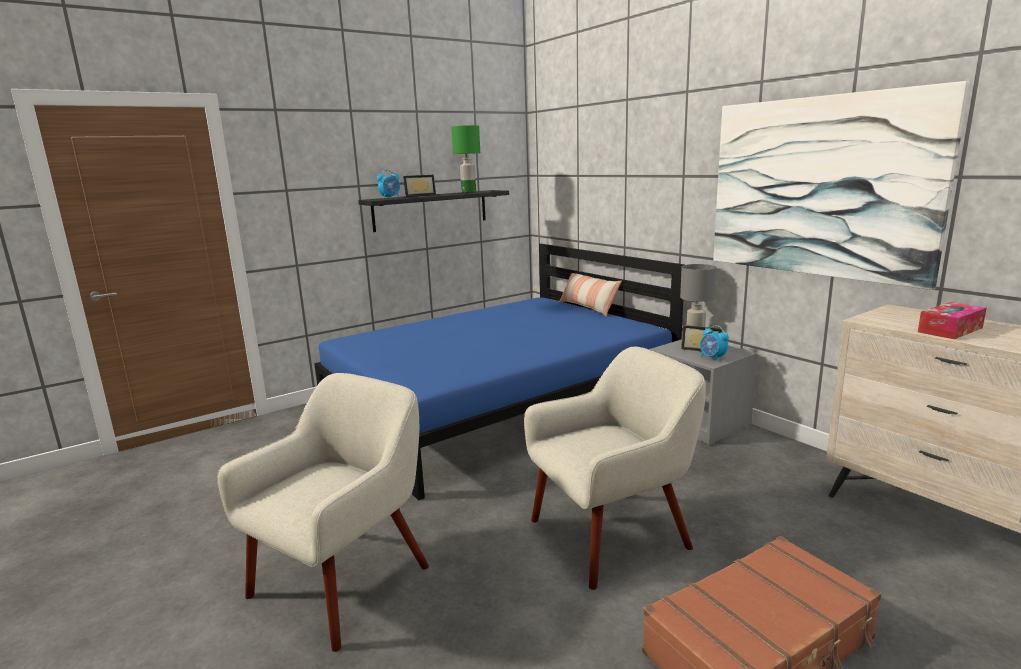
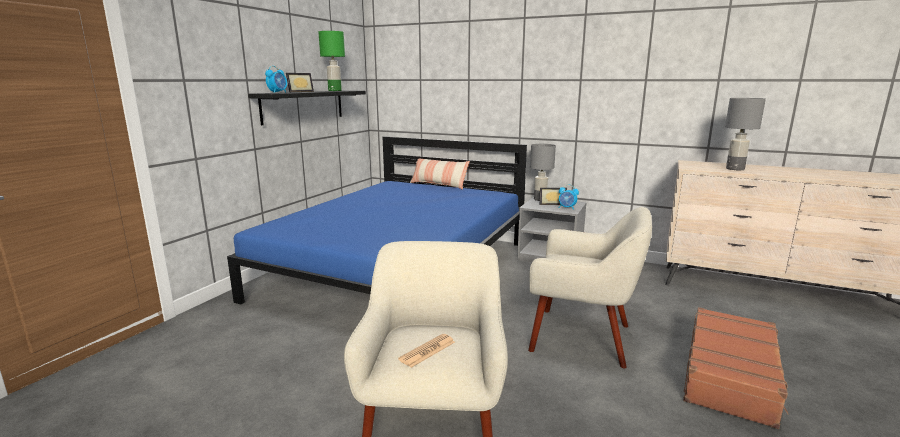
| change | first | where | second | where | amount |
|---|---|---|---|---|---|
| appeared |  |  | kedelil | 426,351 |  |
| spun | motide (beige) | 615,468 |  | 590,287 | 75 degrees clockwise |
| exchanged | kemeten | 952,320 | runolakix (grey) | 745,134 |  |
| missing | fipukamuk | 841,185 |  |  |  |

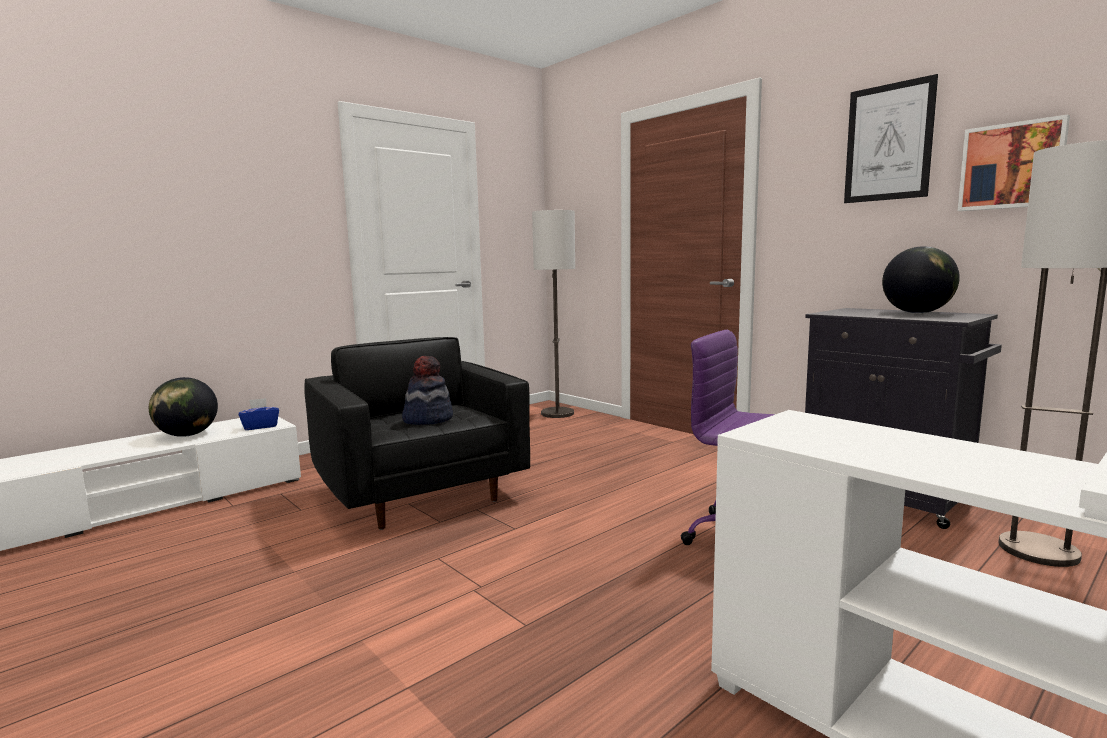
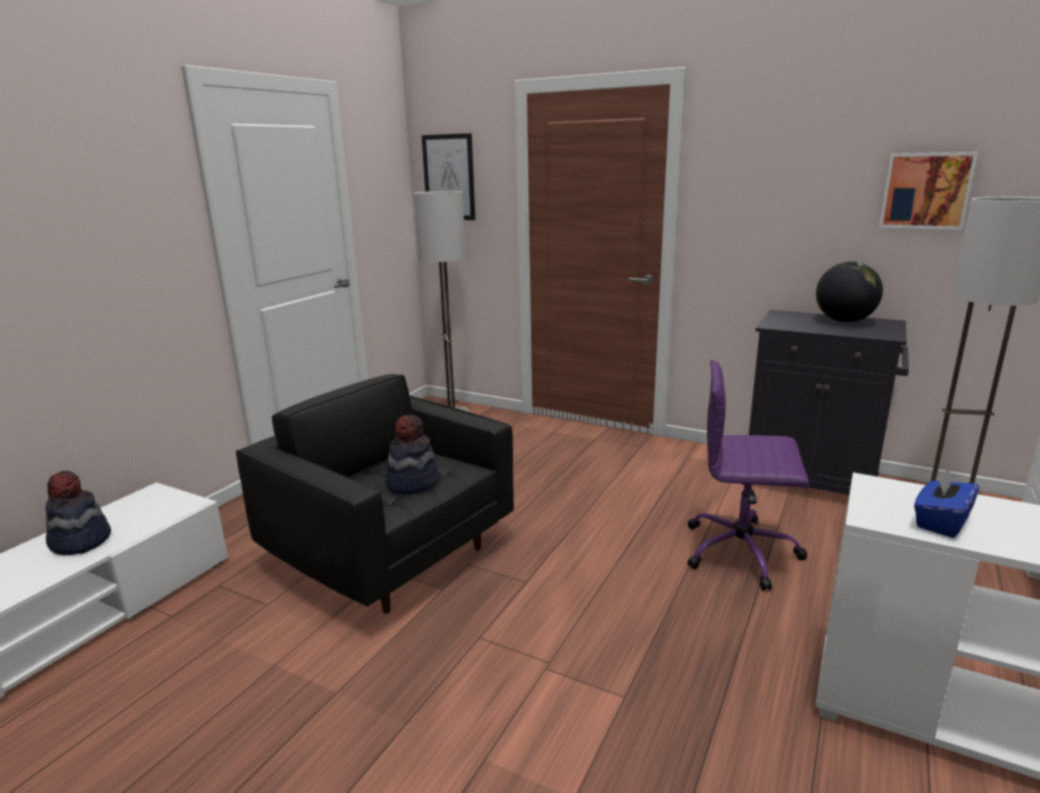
| change | first | where | second | where | amount |
|---|---|---|---|---|---|
| exchanged | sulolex | 183,407 | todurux | 78,513 |  |
| relocated | fipukamuk | 891,138 |  | 448,176 |  |
| relocated | kemeten (blue) | 259,414 |  | 946,503 |  |

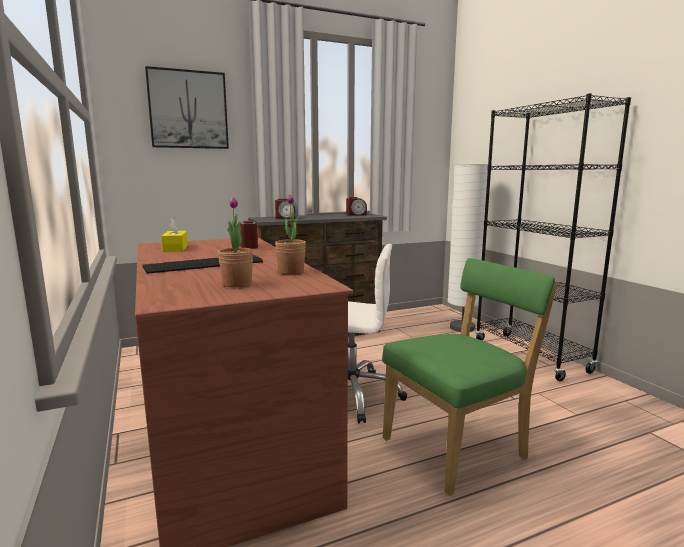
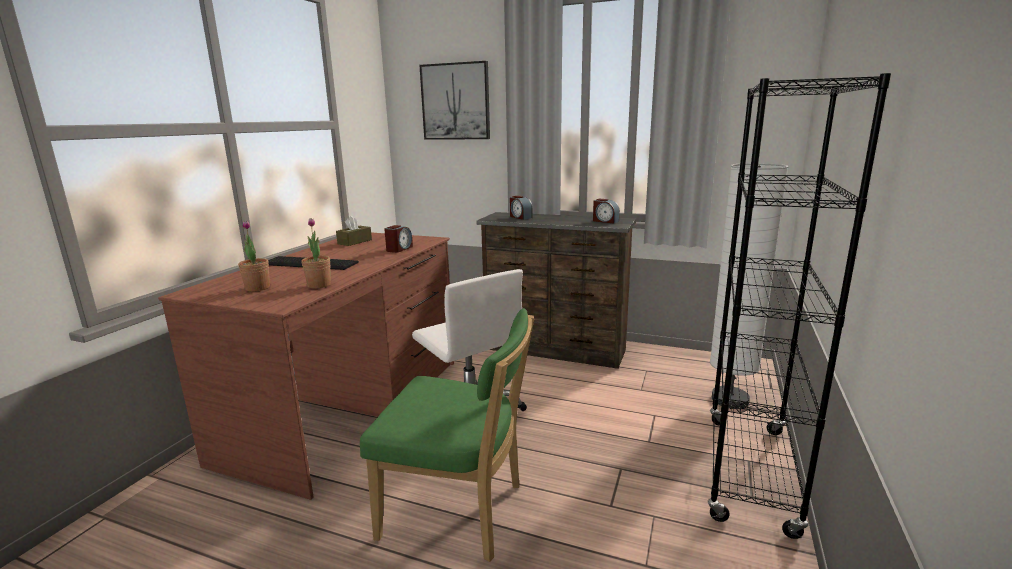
| change | first | where | second | where | amount |
|---|---|---|---|---|---|
| colour | kemeten (yellow) | 174,235 | kemeten (brown) | 354,231 |  |

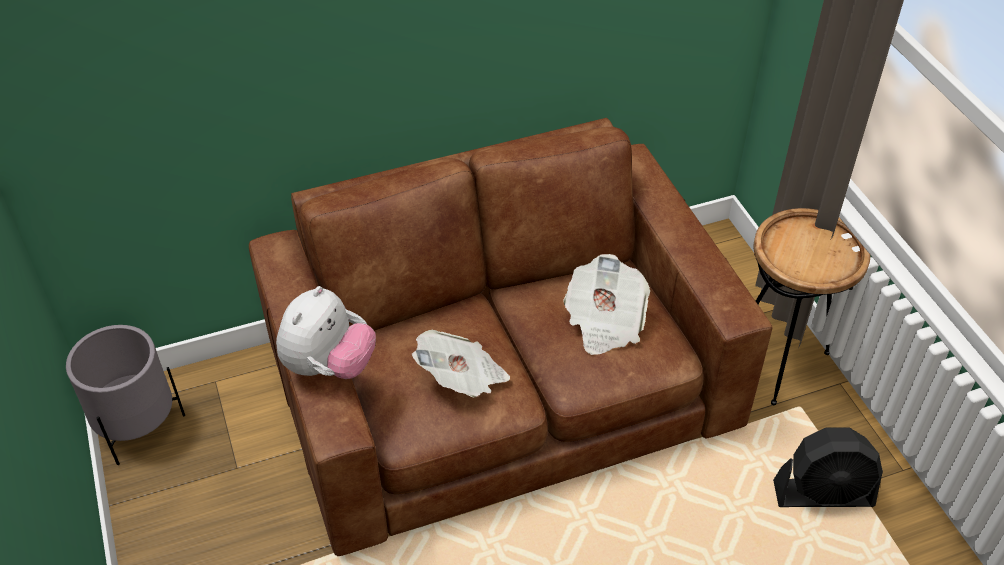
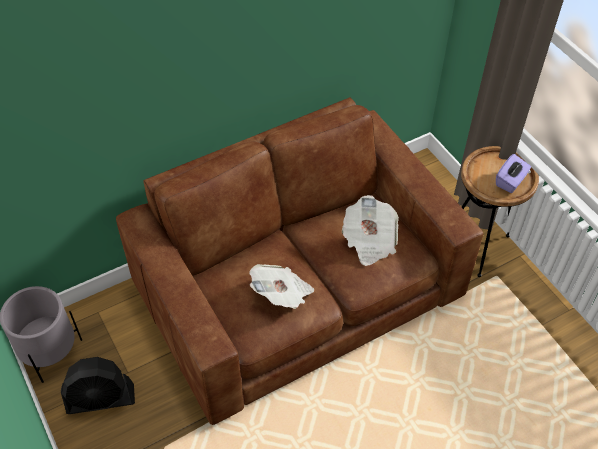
| change | first | where | second | where | amount |
|---|---|---|---|---|---|
| relocated | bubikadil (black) | 828,467 |  | 98,385 |  |
| appeared |  |  | kemeten (purple) | 513,173 |  |
| missing | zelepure | 326,332 |  |  |  |

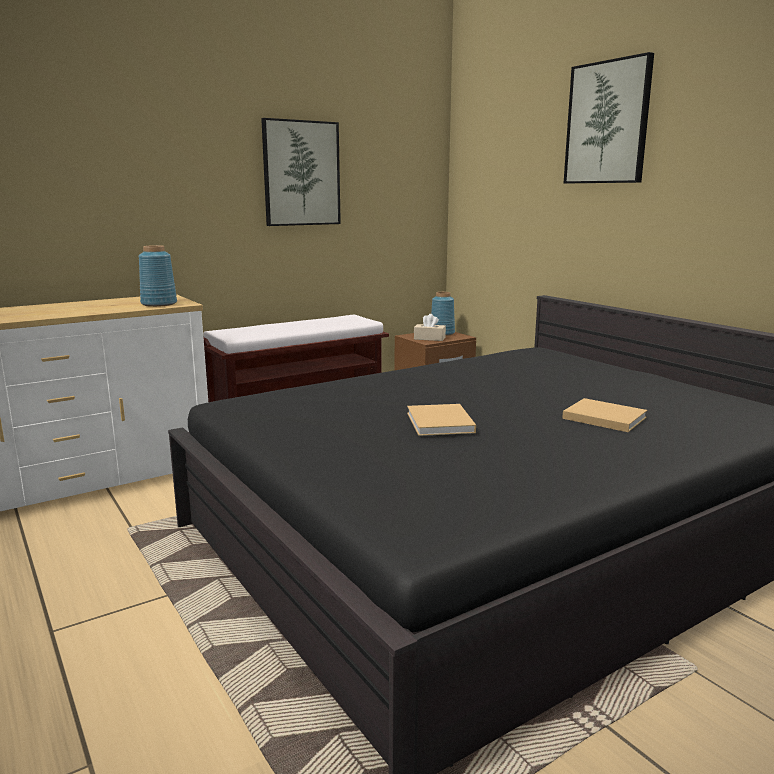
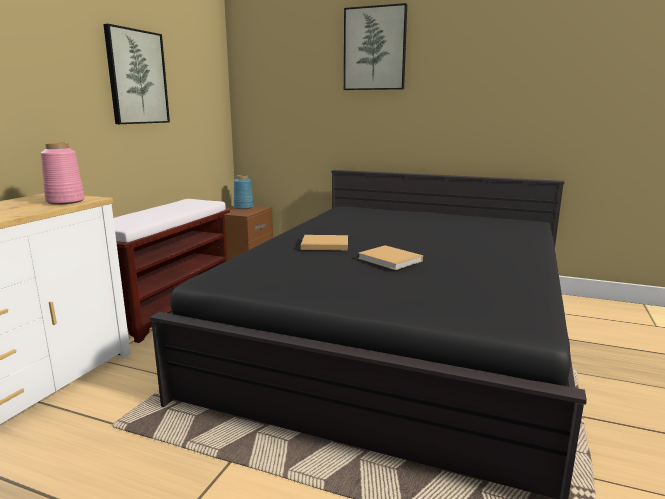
| change | first | where | second | where | amount |
|---|---|---|---|---|---|
| colour | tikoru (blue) | 158,276 | tikoru (pink) | 63,173 |  |
| relocated | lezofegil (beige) | 604,415 |  | 324,243 |  |
| missing | kemeten (beige) | 430,327 |  |  |  |

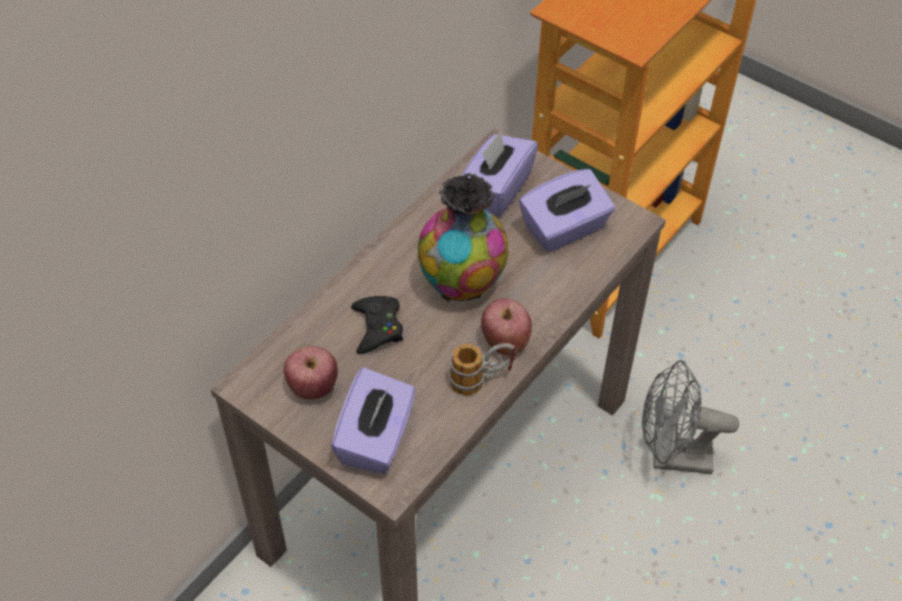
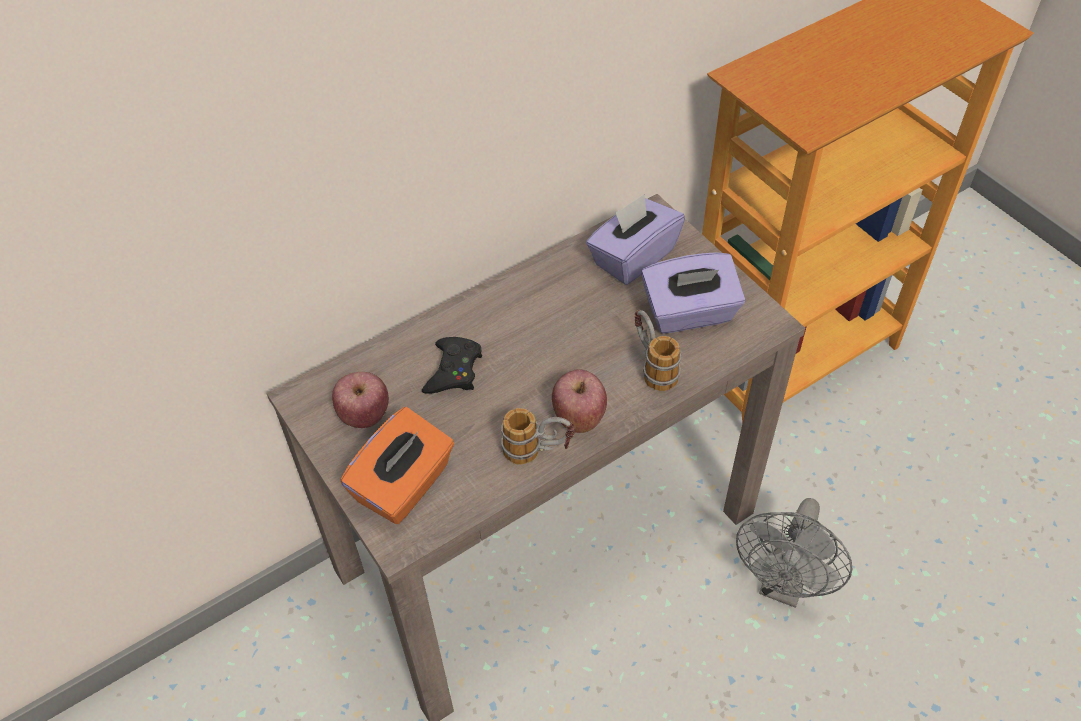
| change | first | where | second | where | amount |
|---|---|---|---|---|---|
| colour | kemeten (purple) | 373,420 | kemeten (orange) | 397,465 |  |
| appeared |  |  | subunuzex | 658,350 |  |
| spun | bubikadil (grey) | 690,417 |  | 794,553 | 90 degrees counterclockwise |
| missing | tikoru | 463,239 |  |  |  |

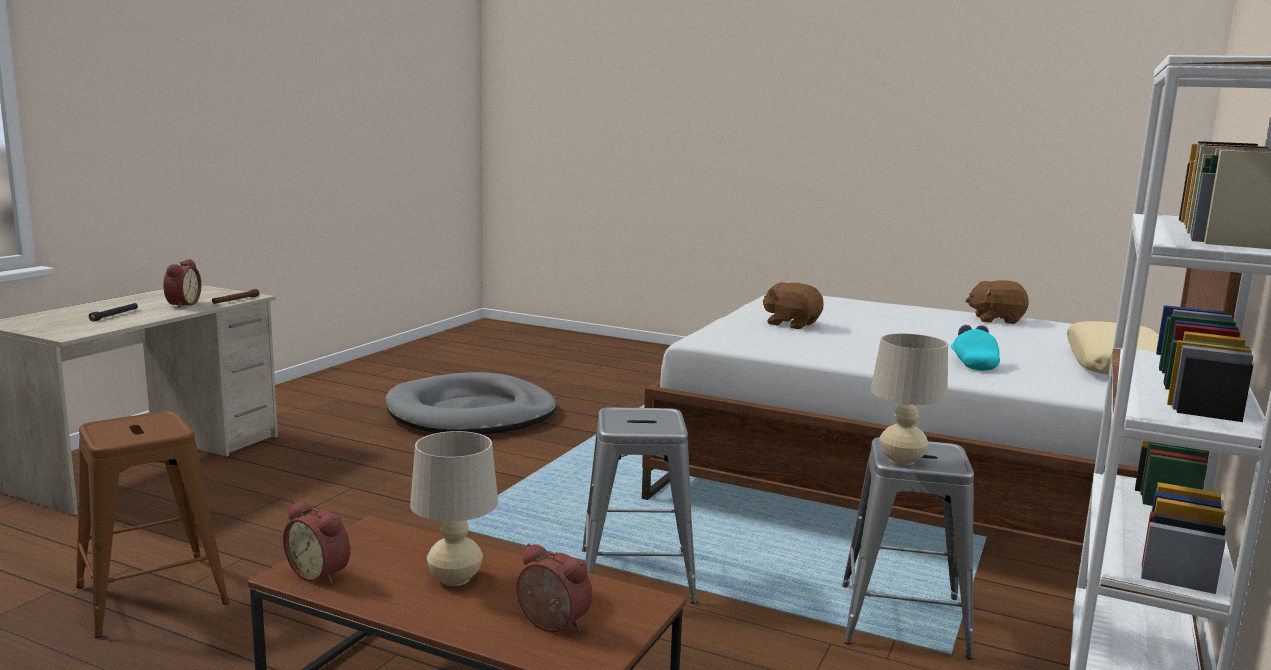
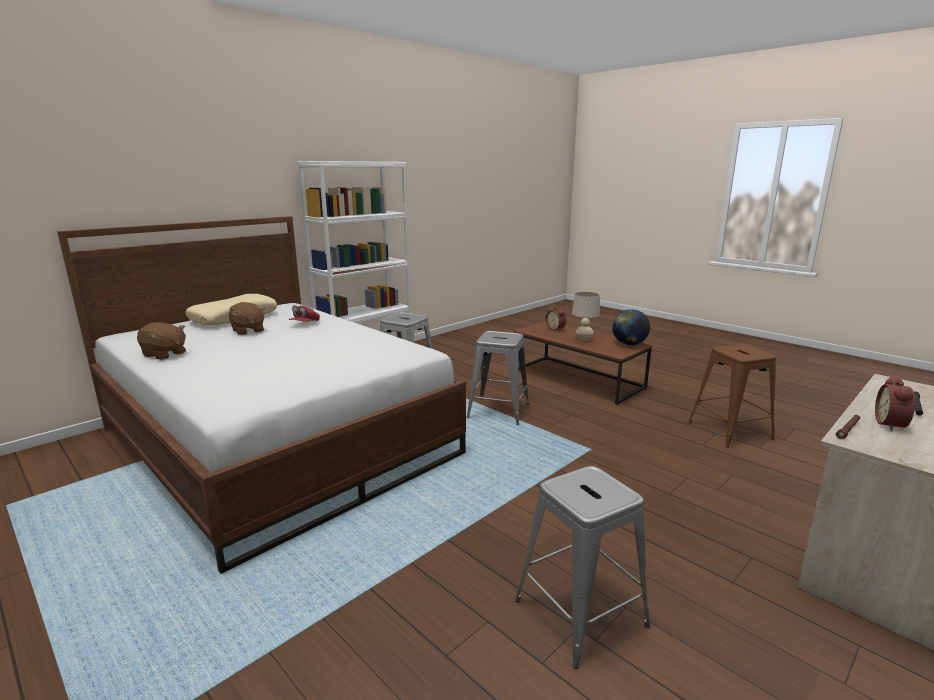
| change | first | where | second | where | amount |
|---|---|---|---|---|---|
| relocated | zelepure (brown) | 793,305 |  | 247,318 |  |
| colour | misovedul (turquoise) | 975,348 | misovedul (red) | 304,313 |  |
| exchanged | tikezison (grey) | 471,403 | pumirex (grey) | 582,567 |  |
| exchanged | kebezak | 316,542 | sulolex | 631,327 |  |
| missing | runolakix (beige) | 909,399 |  |  |  |

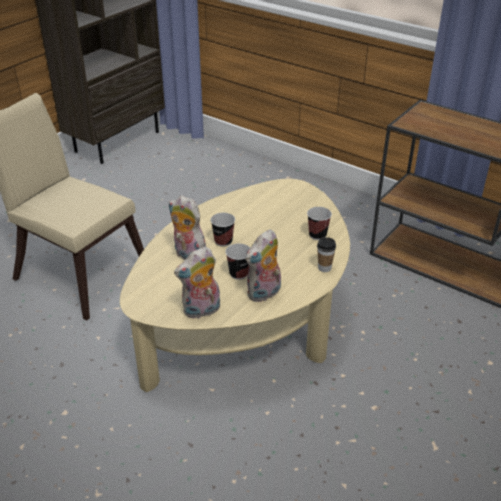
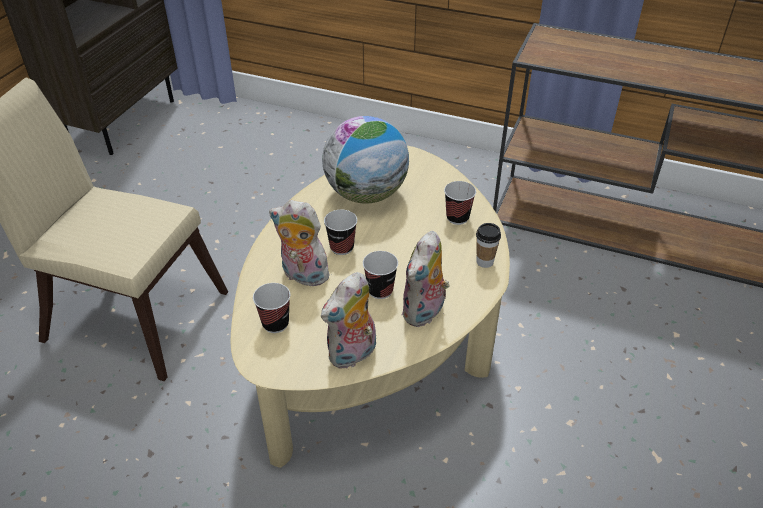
| change | first | where | second | where | amount |
|---|---|---|---|---|---|
| appeared |  |  | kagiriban | 271,308 |  |
| appeared |  |  | sulolex | 365,160 |  |

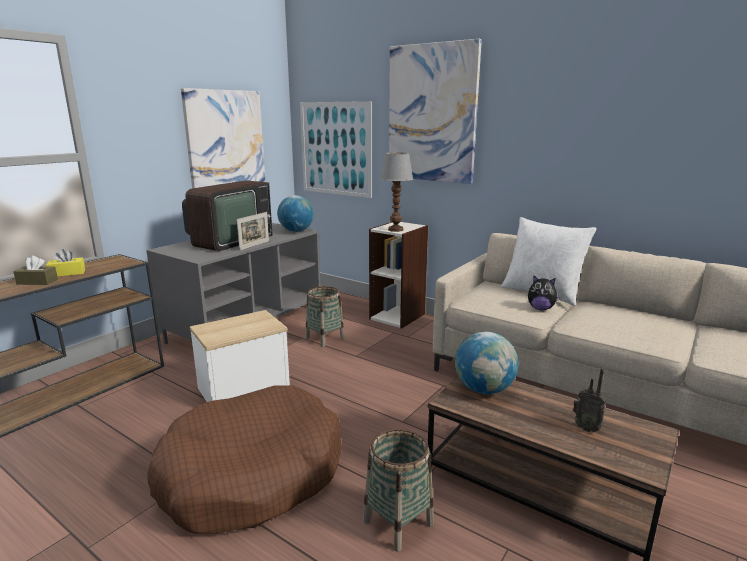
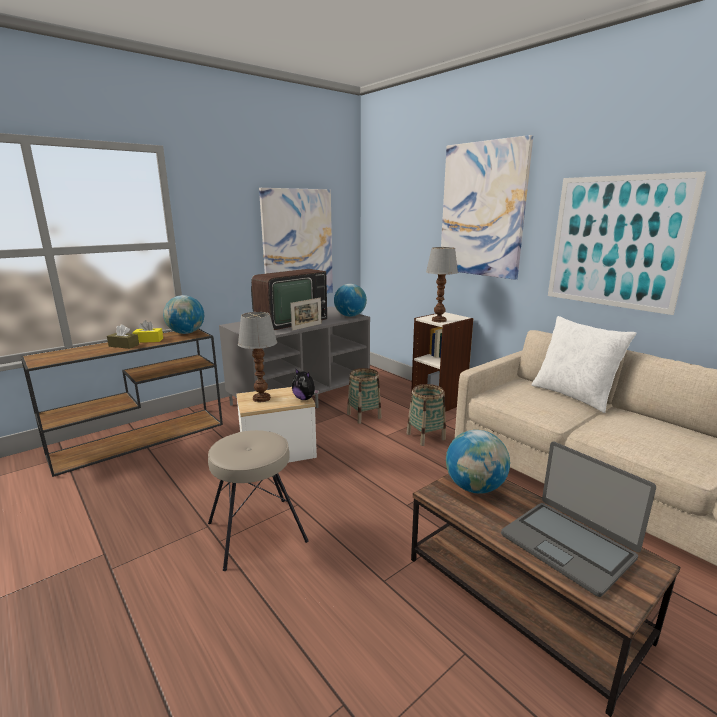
| change | first | where | second | where | amount |
|---|---|---|---|---|---|
| appeared |  |  | sulolex | 183,314 |  |
| exchanged | tikezison (brown) | 244,459 | pumirex (beige) | 258,500 |  |
| appeared |  |  | runolakix | 257,357 |  |
| relocated | zelepure | 544,293 |  | 305,384 |  |
| relocated | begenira | 398,490 |  | 426,415 |  |
| exchanged | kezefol | 589,400 | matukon | 578,519 |  |
| relocated | fipukamuk | 336,149 |  | 627,243 |  |

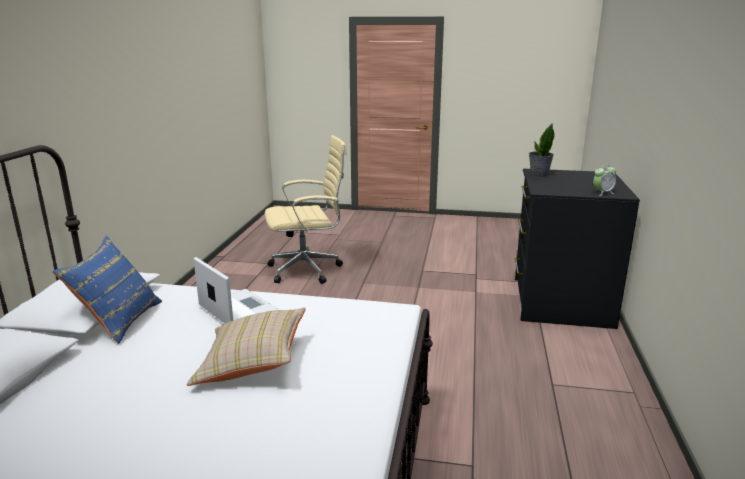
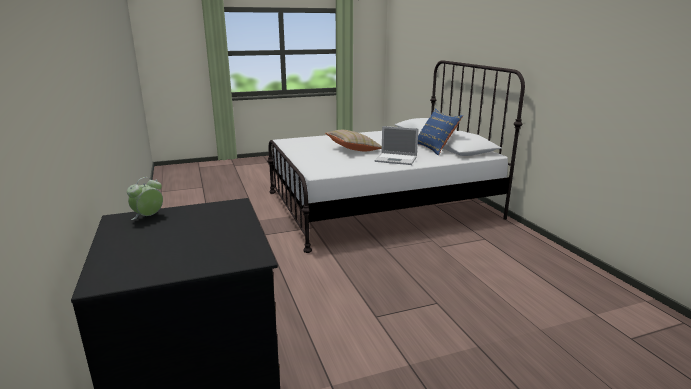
| change | first | where | second | where | amount |
|---|---|---|---|---|---|
| missing | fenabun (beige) | 306,209 |  |  |  |
| missing | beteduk | 541,150 |  |  |  |

